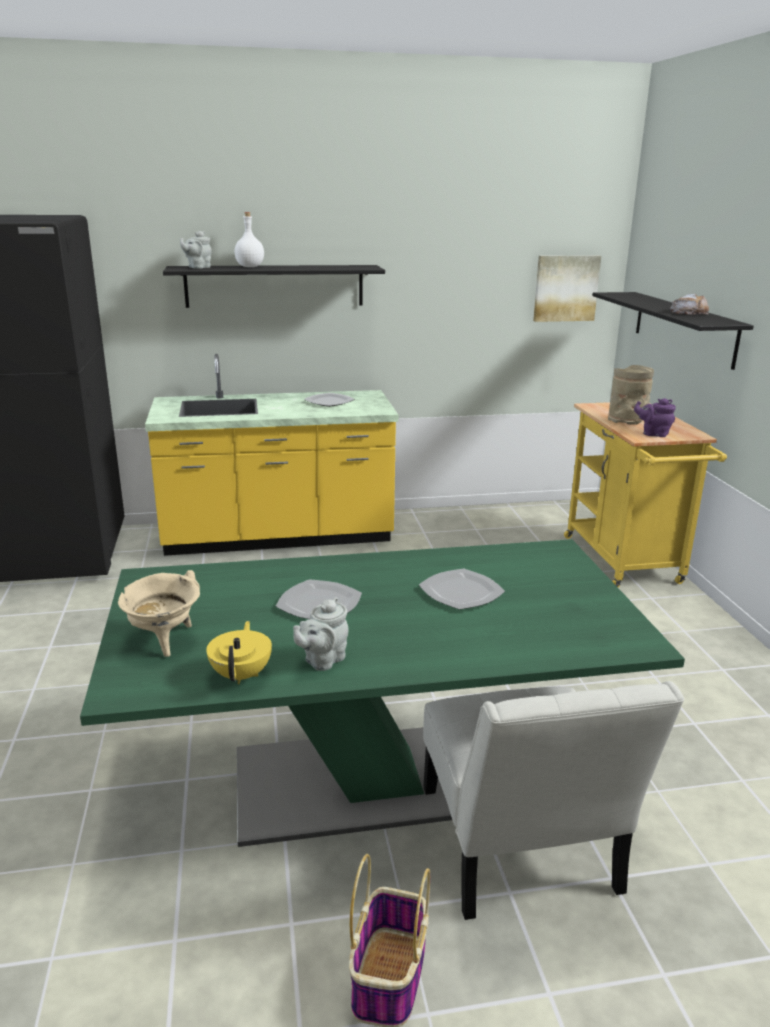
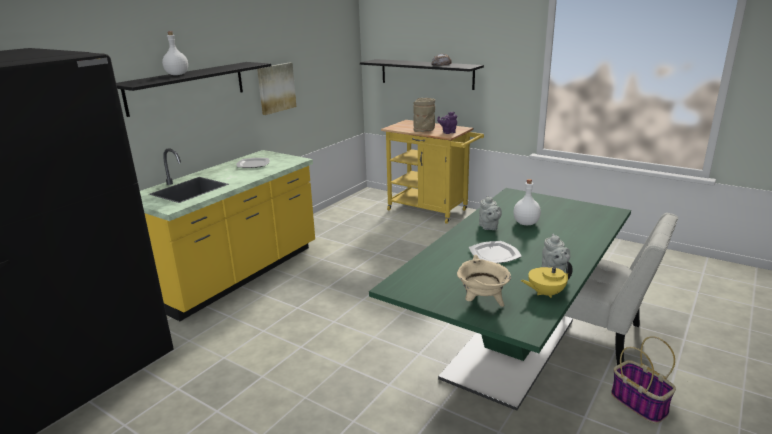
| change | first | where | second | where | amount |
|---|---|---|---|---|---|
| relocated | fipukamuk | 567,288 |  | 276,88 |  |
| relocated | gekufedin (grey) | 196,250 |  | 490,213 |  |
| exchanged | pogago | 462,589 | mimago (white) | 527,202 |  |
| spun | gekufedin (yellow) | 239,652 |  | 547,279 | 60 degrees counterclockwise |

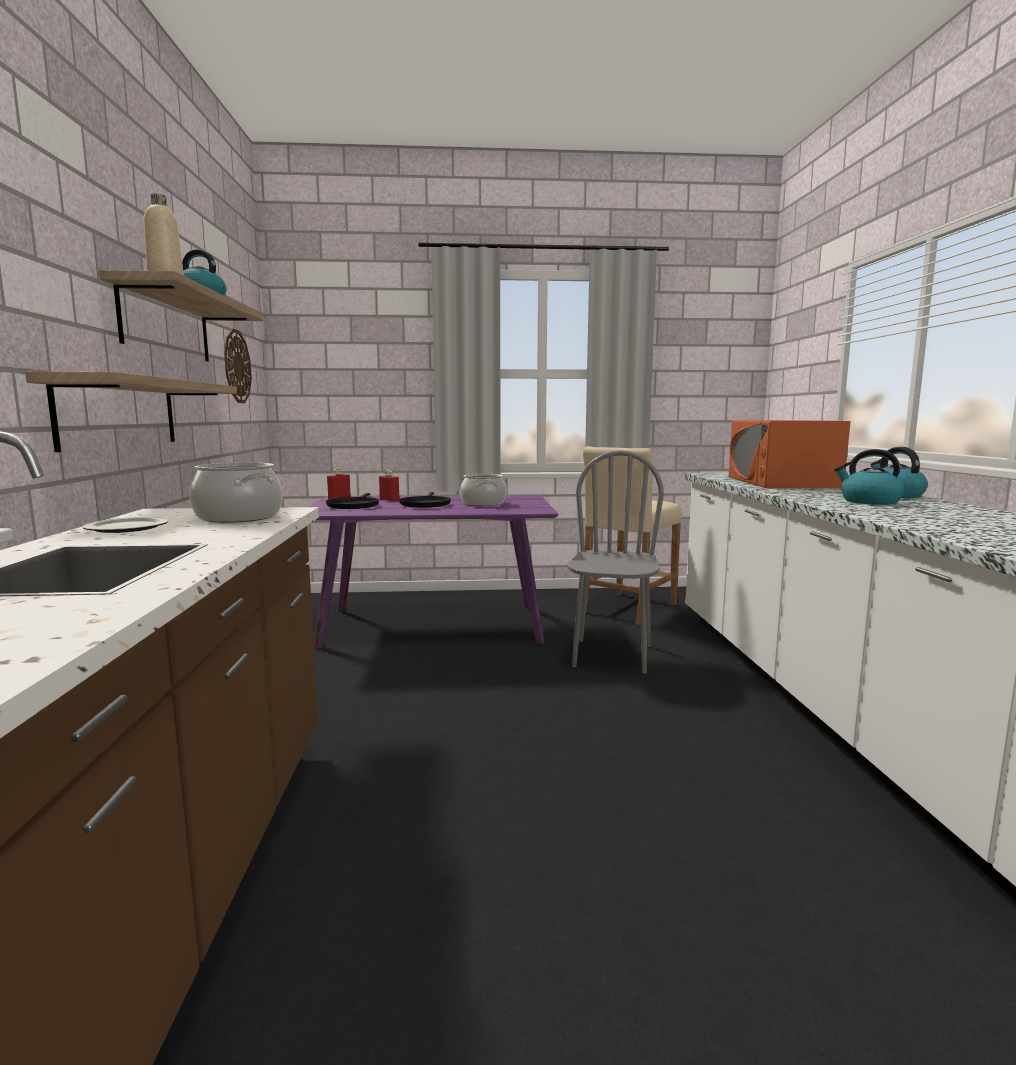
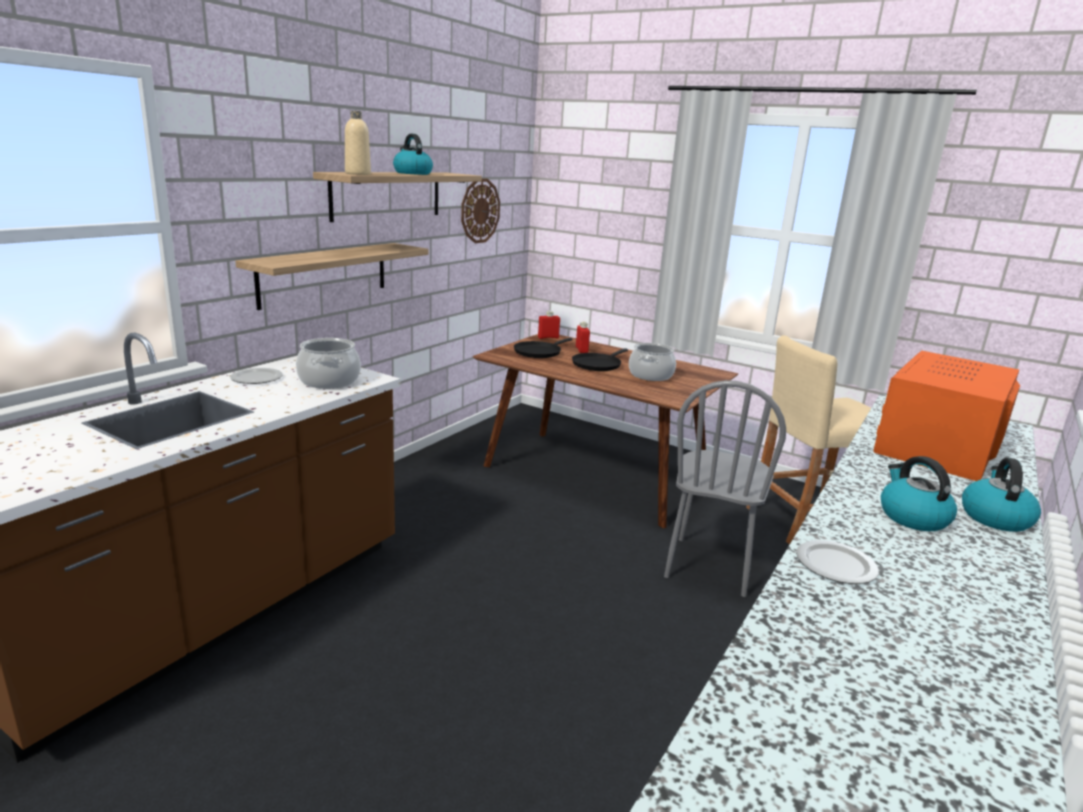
| change | first | where | second | where | amount |
|---|---|---|---|---|---|
| colour | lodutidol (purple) | 433,572 | lodutidol (brown) | 605,431 |  |
| spun | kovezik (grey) | 616,562 |  | 725,488 | 150 degrees clockwise |
| appeared |  |  | pogago | 837,562 |  |

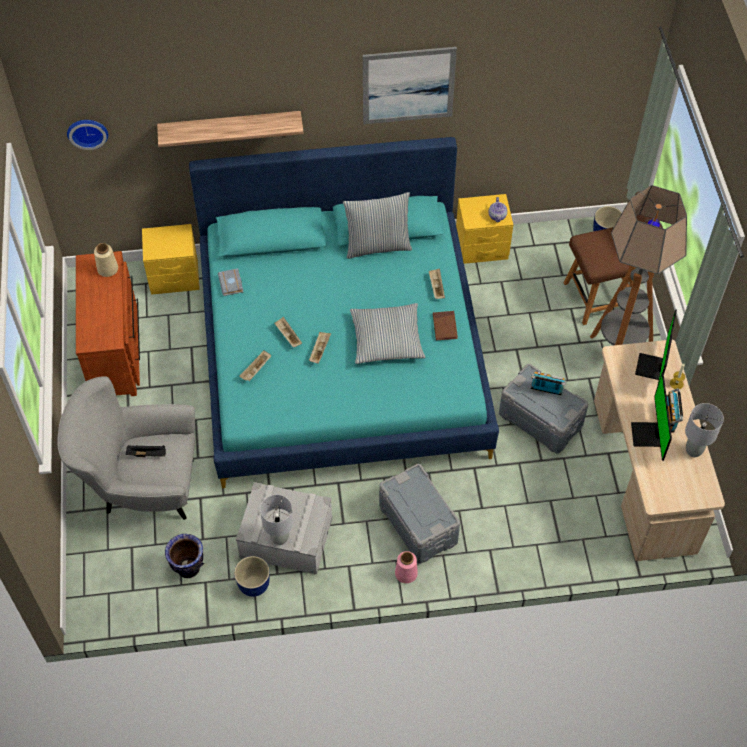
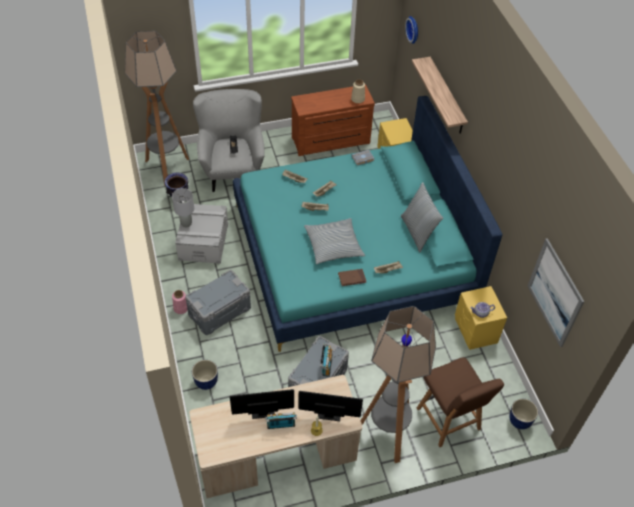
| change | first | where | second | where | amount |
|---|---|---|---|---|---|
| appeared |  |  | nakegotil | 157,108 |  |
| relocated | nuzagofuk | 252,576 |  | 205,375 |  |
| relocated | fipukamuk | 410,85 |  | 556,292 |  |
| missing | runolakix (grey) | 704,430 |  |  |  |

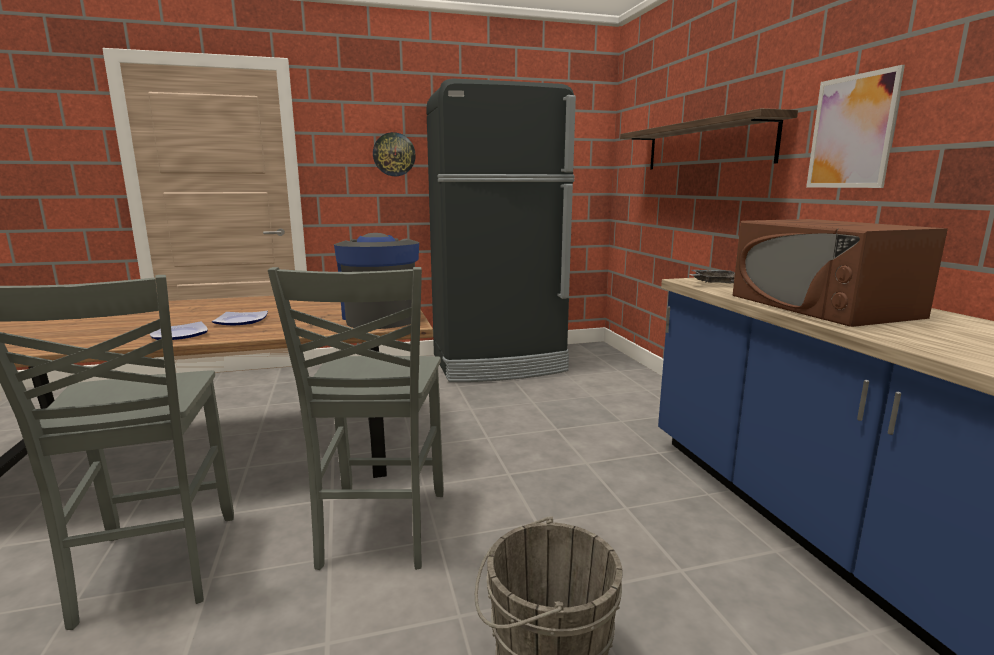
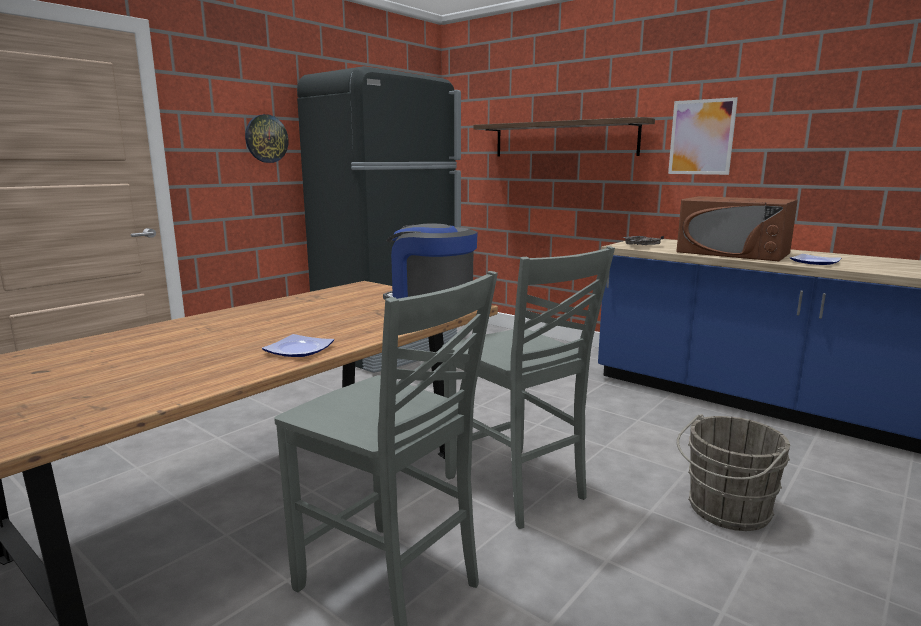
| change | first | where | second | where | amount |
|---|---|---|---|---|---|
| relocated | pogago | 240,318 |  | 815,259 |  |

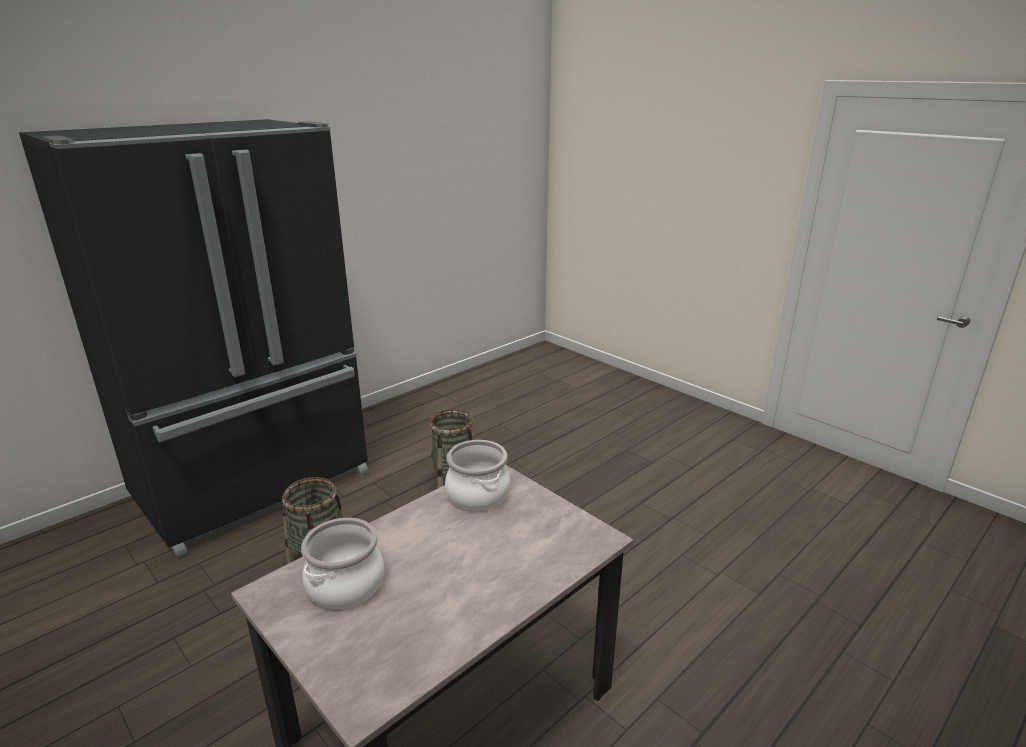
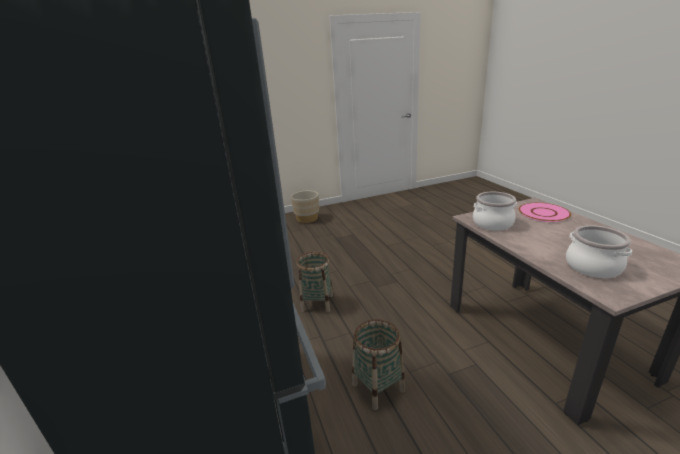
| change | first | where | second | where | amount |
|---|---|---|---|---|---|
| appeared |  |  | nuzagofuk (beige) | 305,207 |  |
| appeared |  |  | pogago (pink) | 545,212 |  |

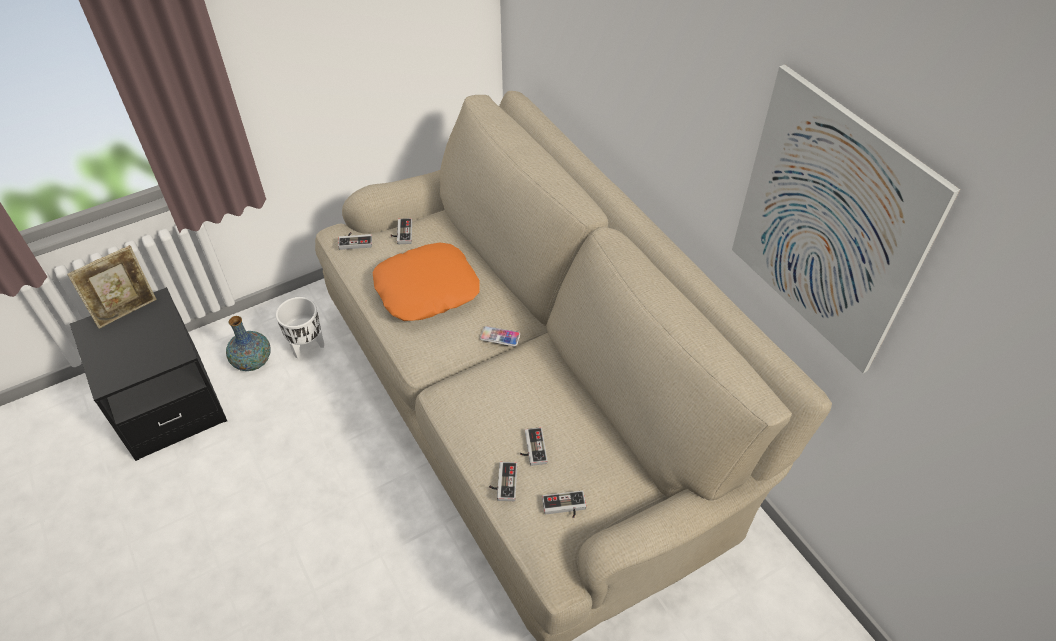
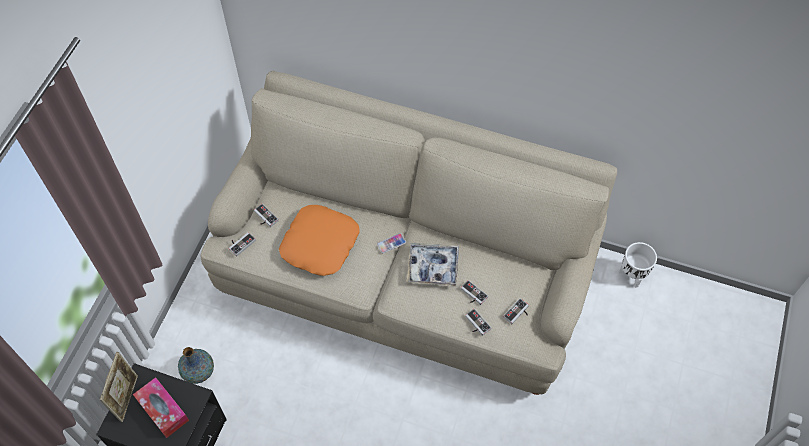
| change | first | where | second | where | amount |
|---|---|---|---|---|---|
| appeared |  |  | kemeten | 161,407 |  |
| appeared |  |  | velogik | 433,265 |  |
| relocated | nuzagofuk (white) | 300,328 |  | 638,265 |  |
| missing | fipukamuk | 846,218 |  |  |  |

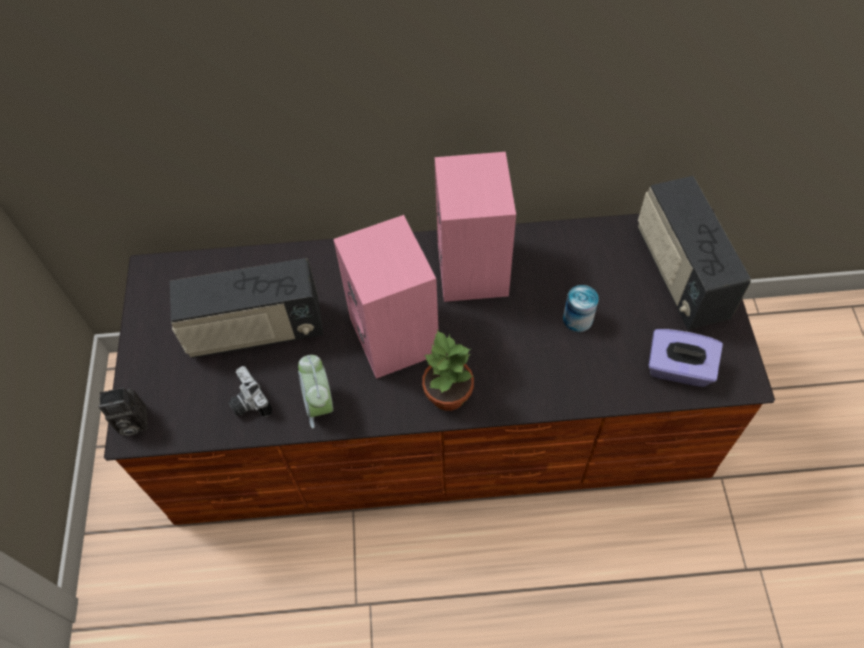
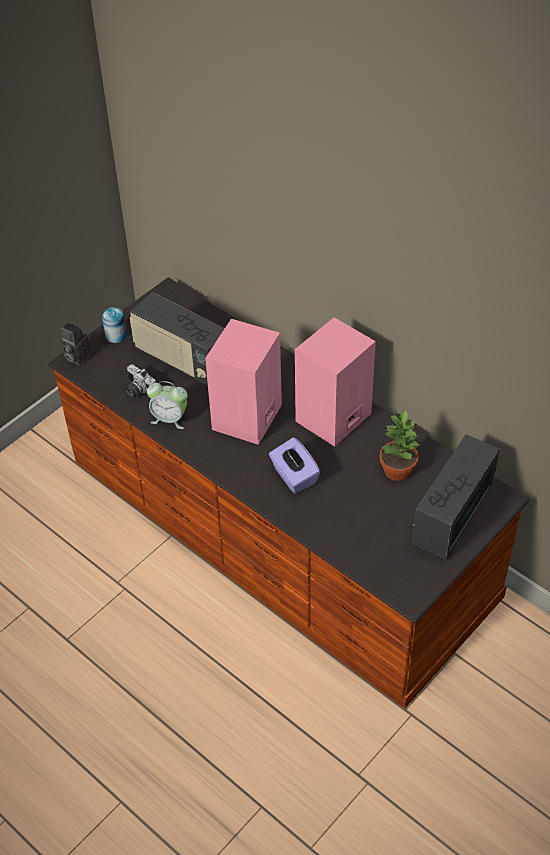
| change | first | where | second | where | amount |
|---|---|---|---|---|---|
| relocated | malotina | 581,308 |  | 114,325 |  |
| spun | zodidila | 250,391 |  | 141,381 | 60 degrees counterclockwise |
| spun | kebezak | 315,391 |  | 167,405 | 105 degrees counterclockwise |
| relocated | kemeten (purple) | 685,358 |  | 294,465 |  |
| relocated | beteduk | 448,370 |  | 400,446 |  |

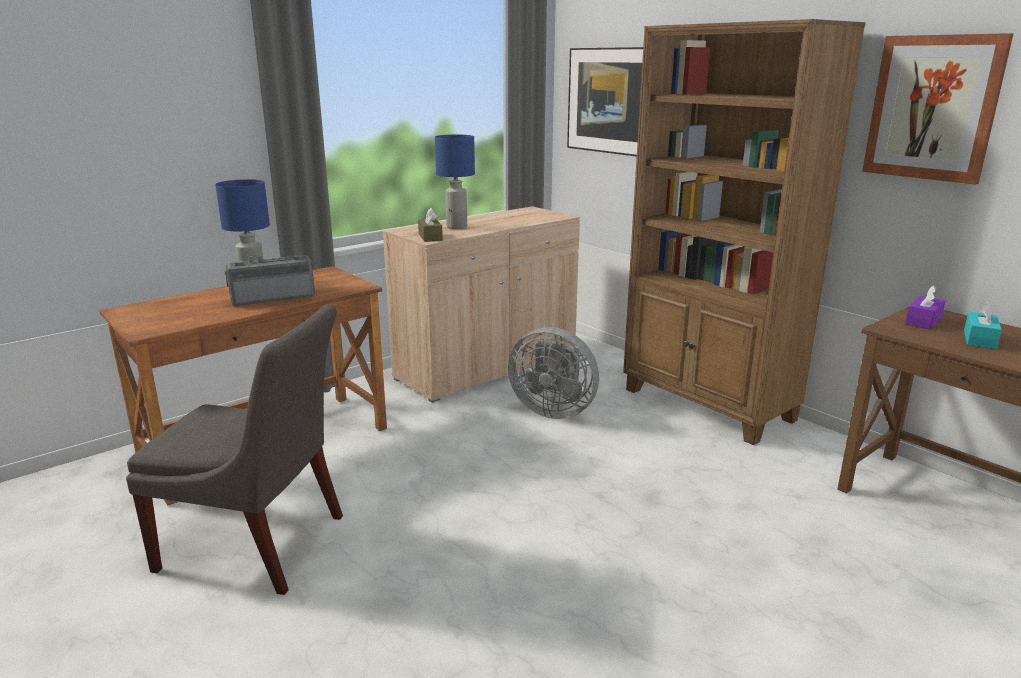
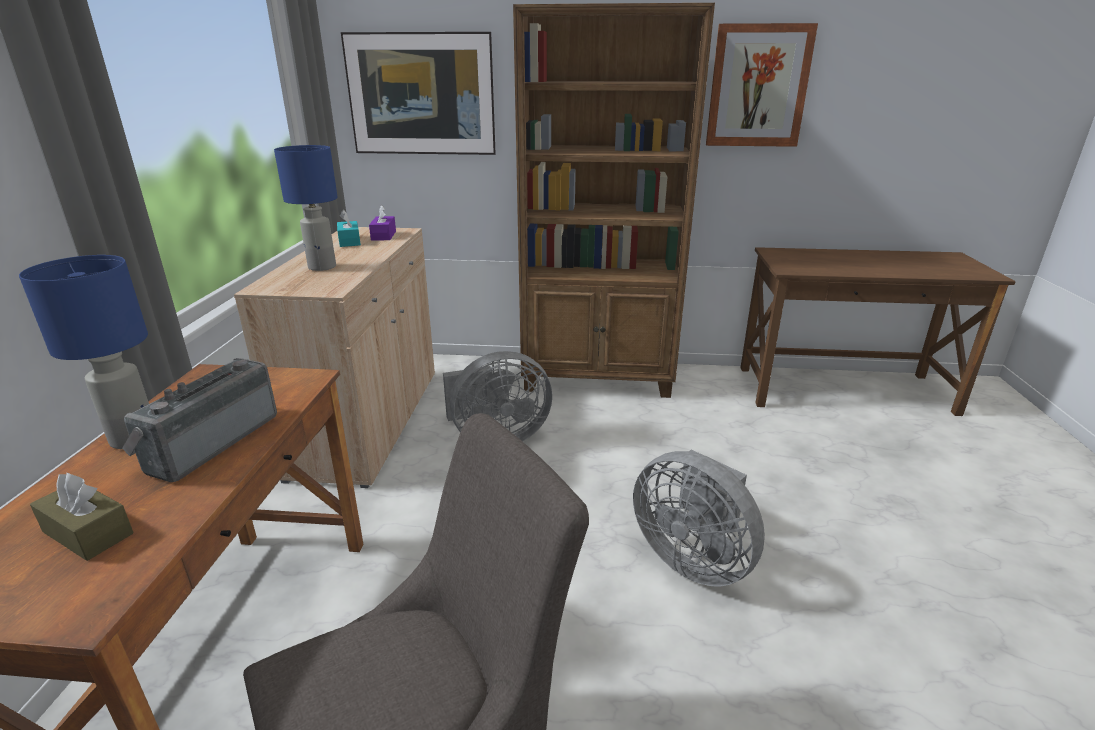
| change | first | where | second | where | amount |
|---|---|---|---|---|---|
| relocated | kemeten (brown) | 430,225 |  | 82,517 |  |
| relocated | kemeten (turquoise) | 983,325 |  | 349,228 |  |
| relocated | kemeten (purple) | 925,307 |  | 382,223 |  |
| appeared |  |  | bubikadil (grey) | 699,518 |  |

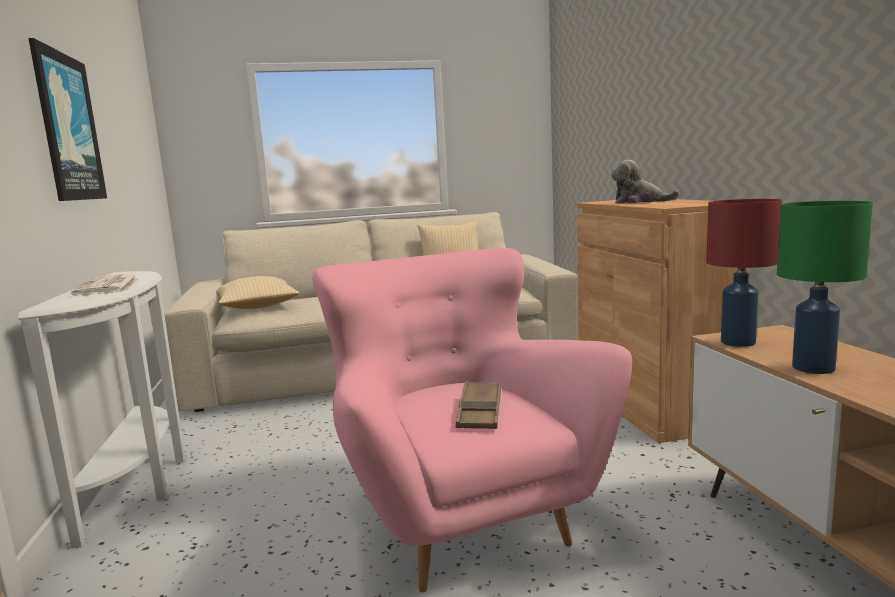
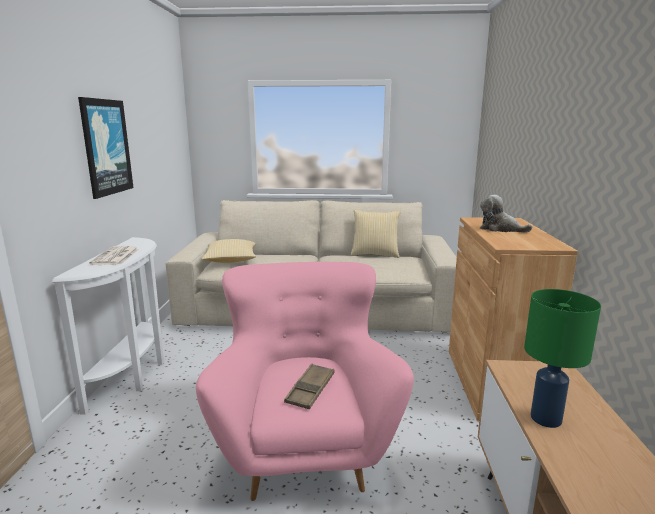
| change | first | where | second | where | amount |
|---|---|---|---|---|---|
| missing | runolakix (red) | 744,273 |  |  |  |

